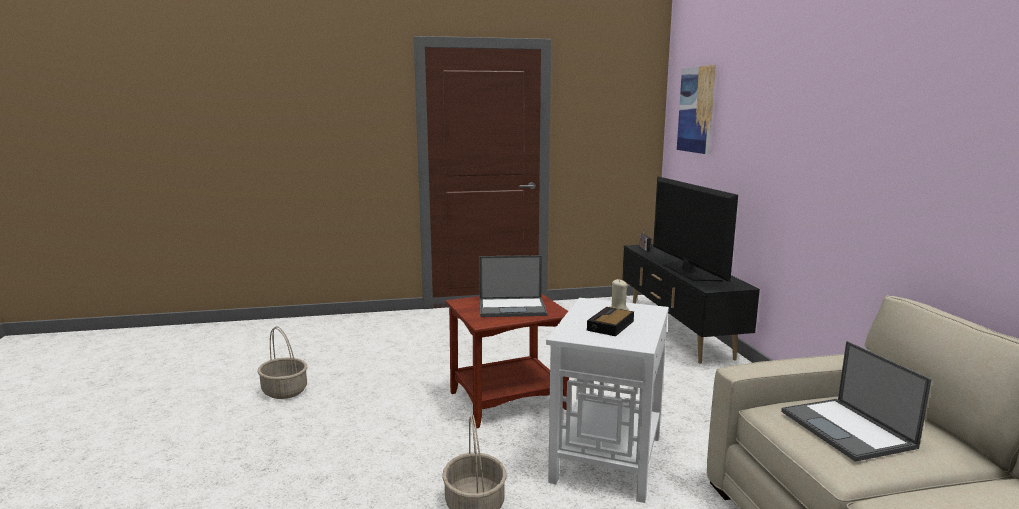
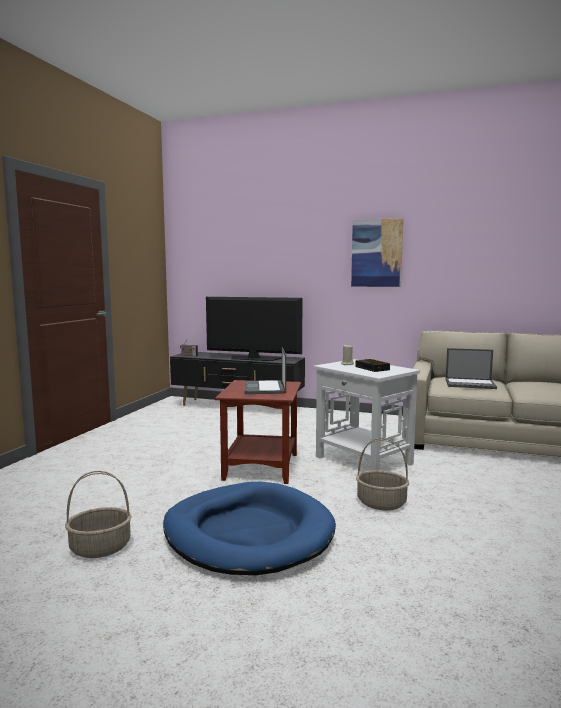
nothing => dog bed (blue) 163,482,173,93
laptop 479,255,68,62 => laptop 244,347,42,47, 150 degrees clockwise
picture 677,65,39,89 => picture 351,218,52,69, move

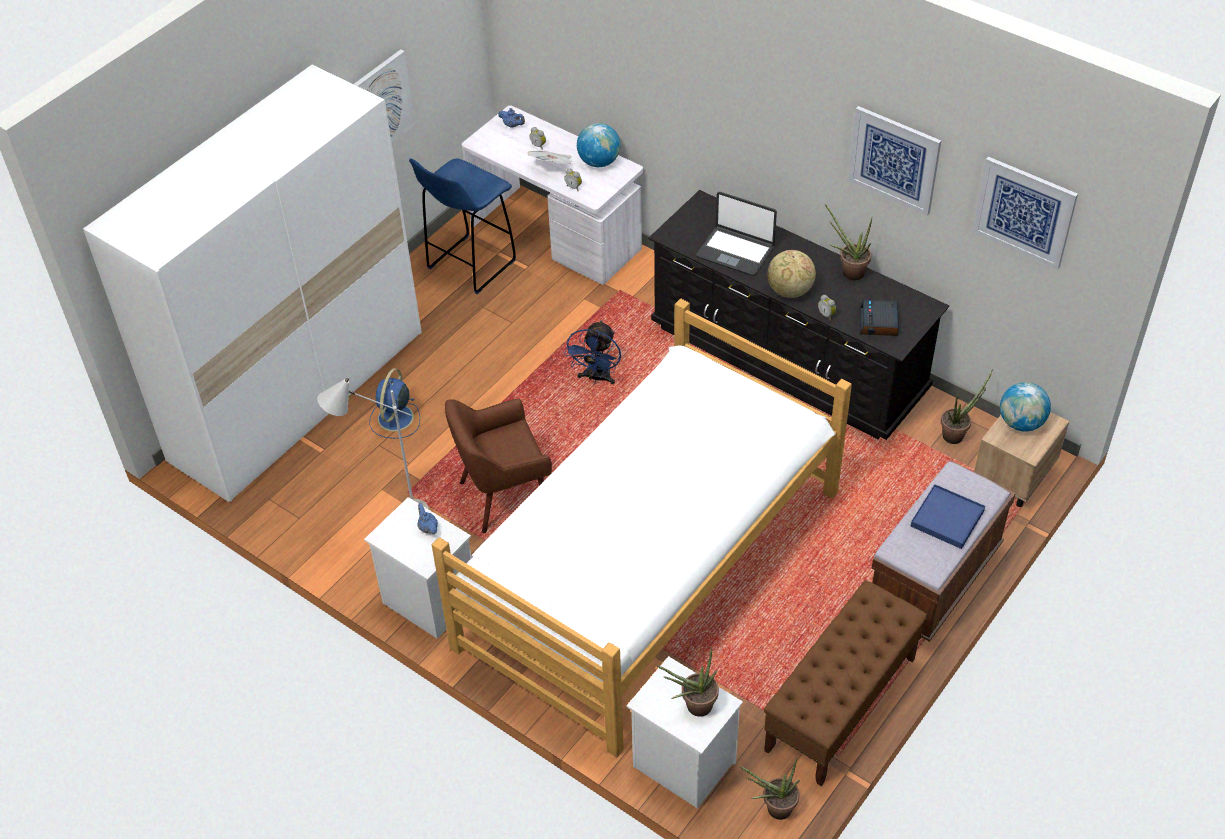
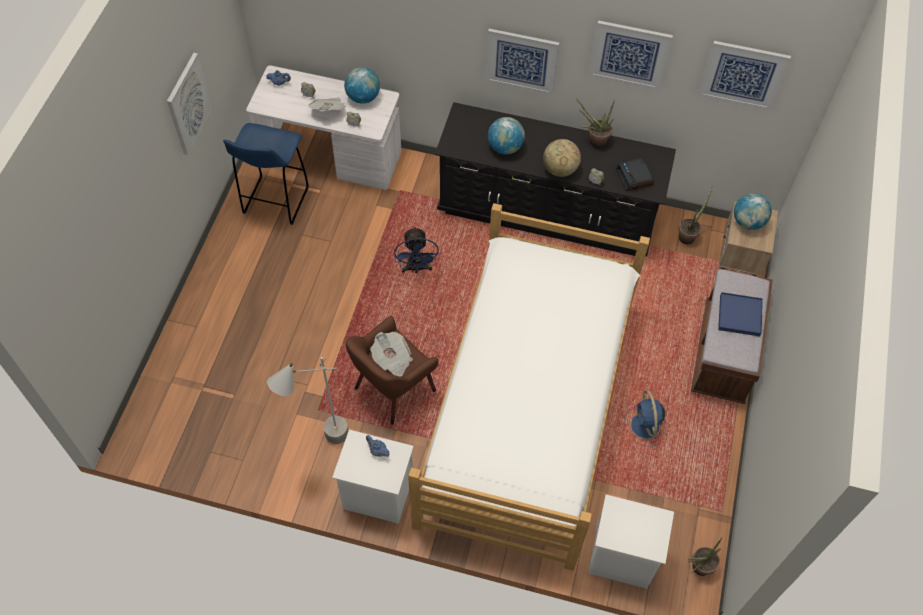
nothing => newspaper 370,332,43,44
nothing => picture 486,29,73,66
laptop 696,192,81,84 => globe 488,117,37,38
fan (blue) 369,368,51,71 => fan (blue) 624,391,43,56, move
wardrobe (white) 83,65,339,437 => nothing
potted plant 657,647,62,70 => nothing
bench (brown) 764,580,164,206 => nothing

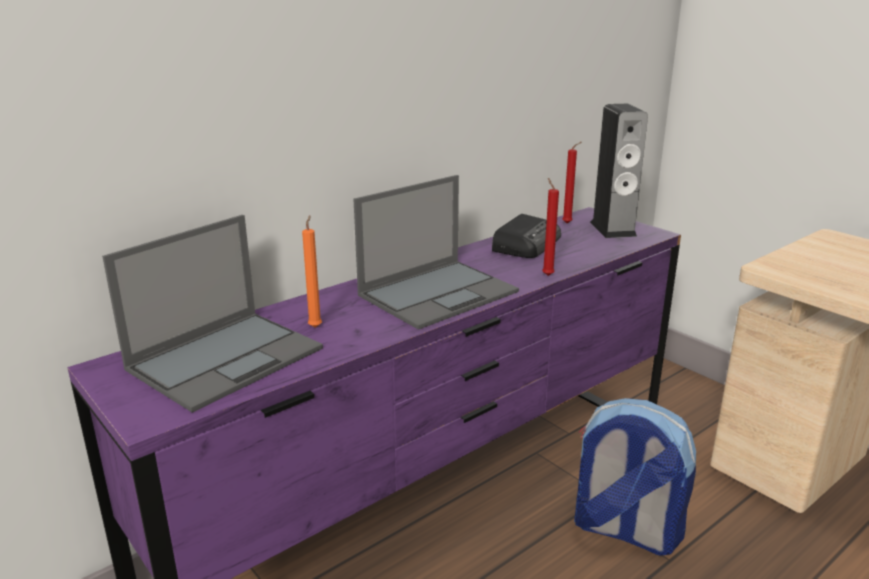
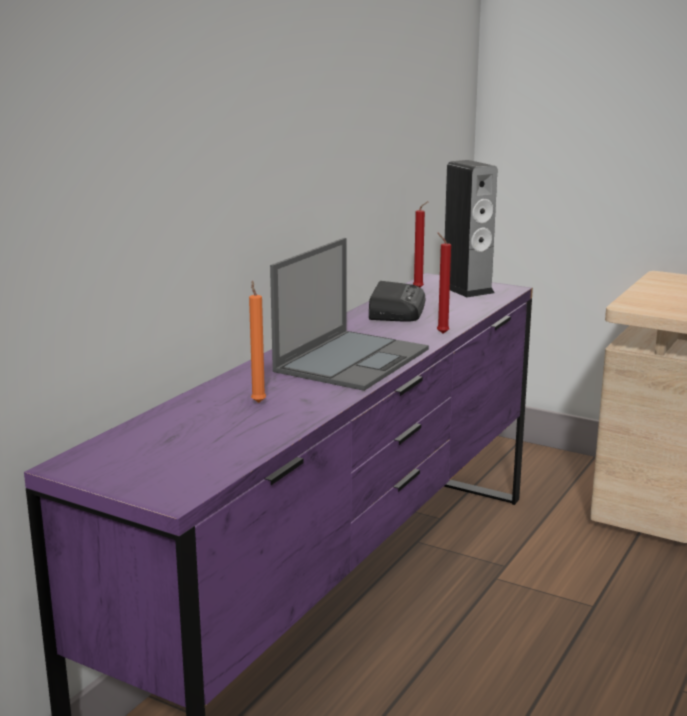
laptop 102,215,221,198 => nothing
backpack 574,398,122,158 => nothing

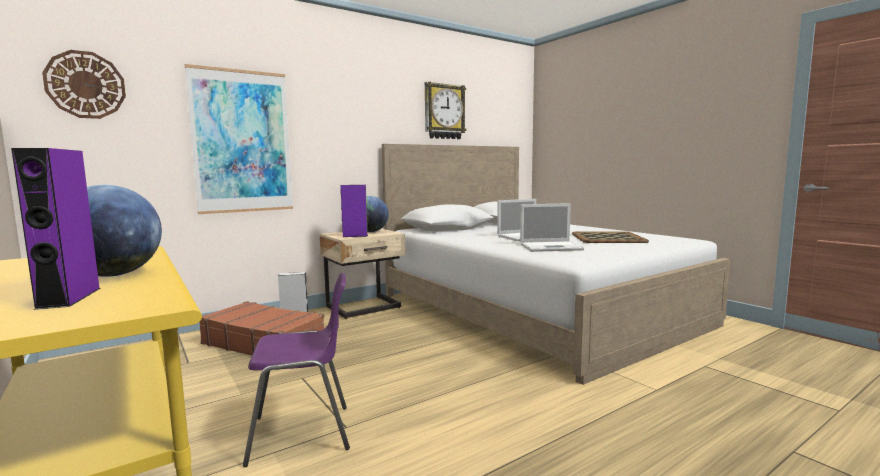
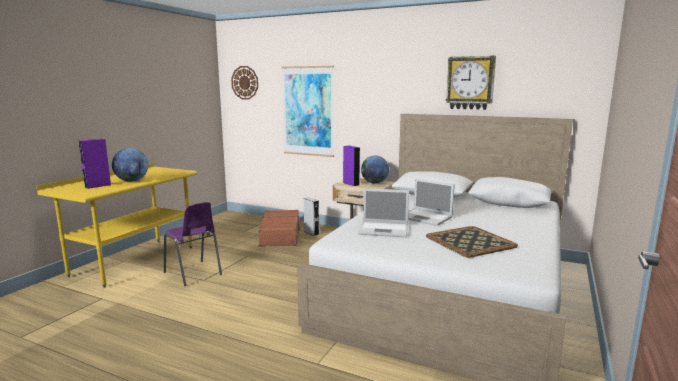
laptop 520,203,64,49 => laptop 358,188,51,49, 45 degrees counterclockwise

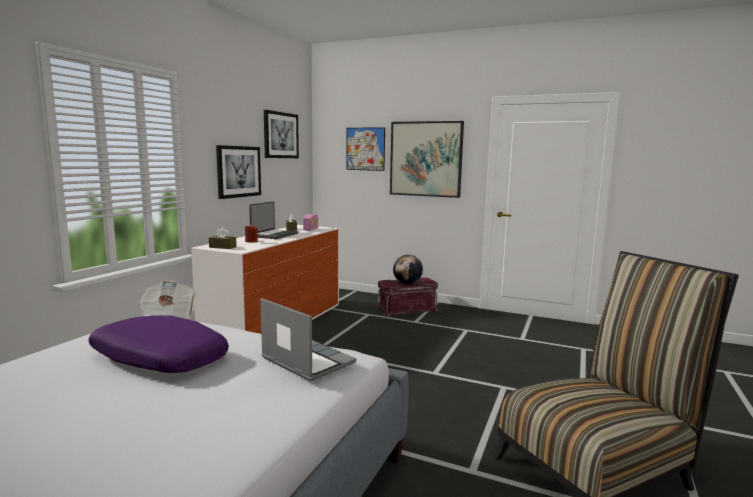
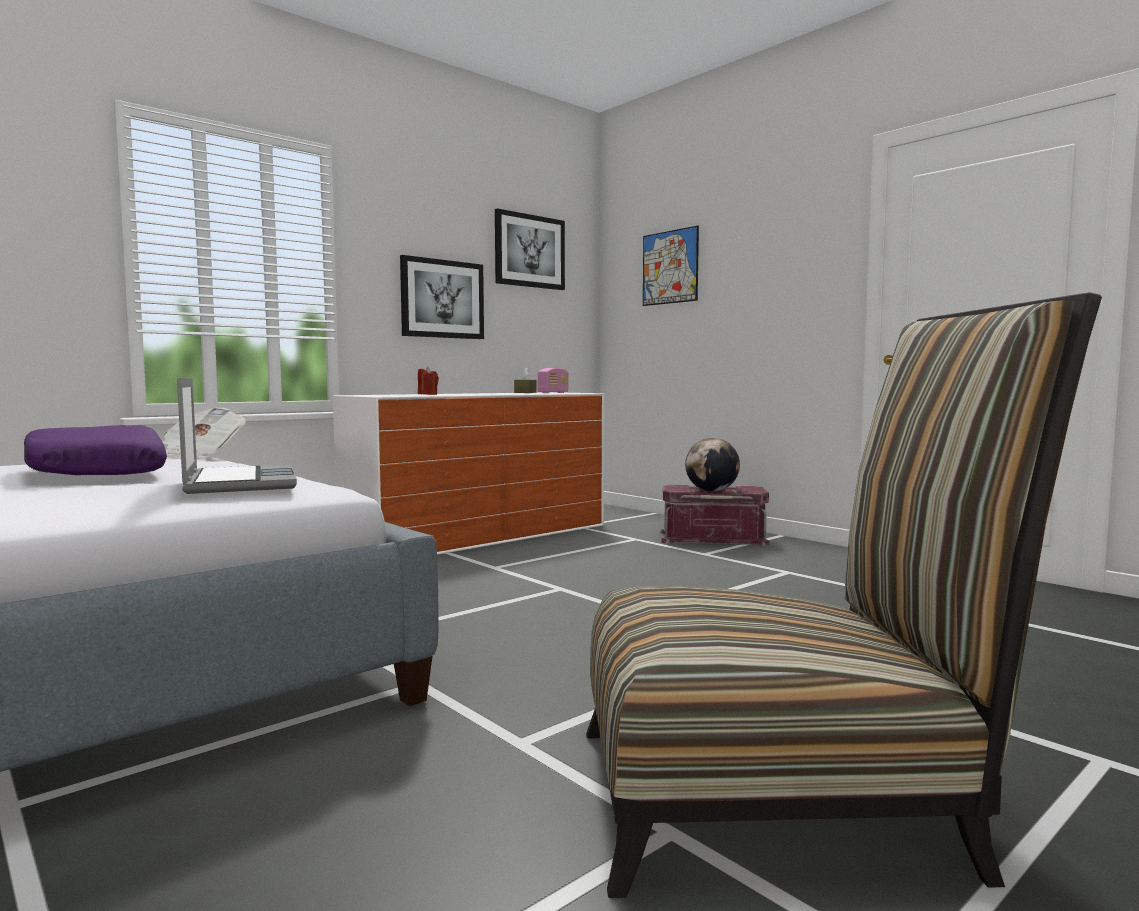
tissue box (brown) 209,227,28,22 => nothing
laptop 249,201,49,38 => nothing
picture 390,121,74,77 => nothing

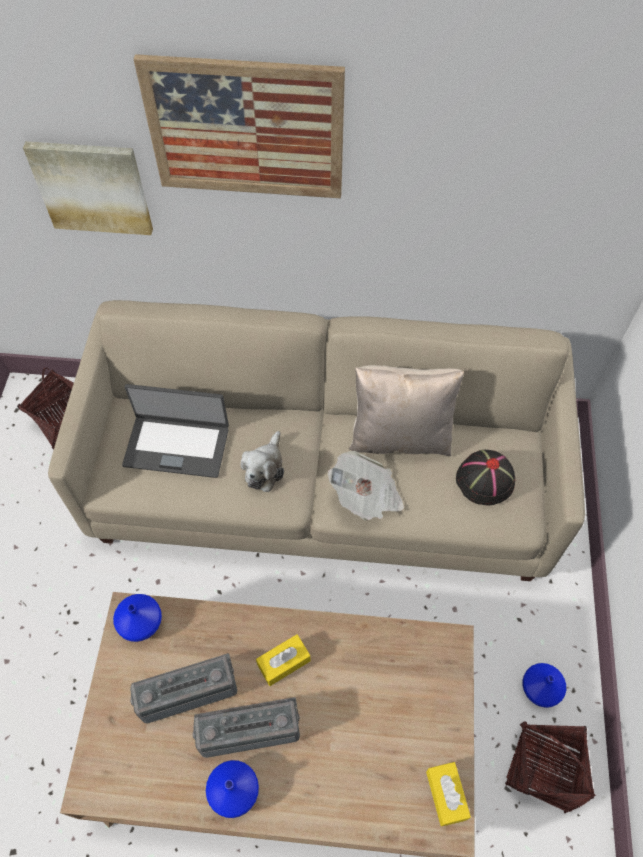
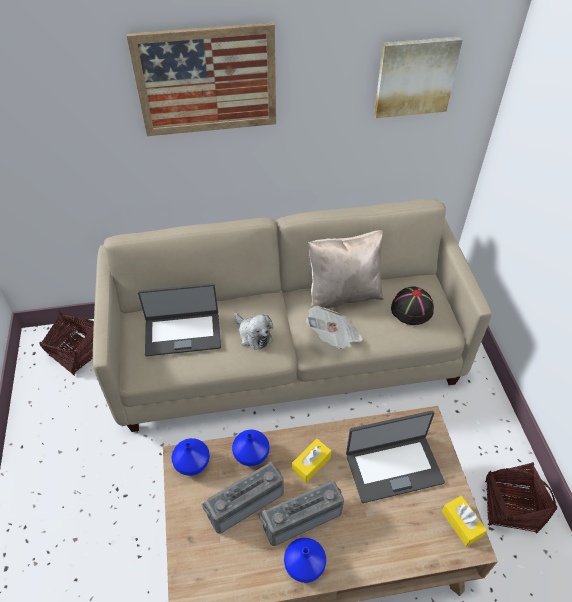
vase (blue) 523,663,43,45 => vase (blue) 232,429,38,38, move
plush toy 241,431,43,61 => plush toy 234,313,39,37, 45 degrees counterclockwise
nothing => laptop 346,410,99,93
picture 23,141,130,94 => picture 374,37,89,81, move

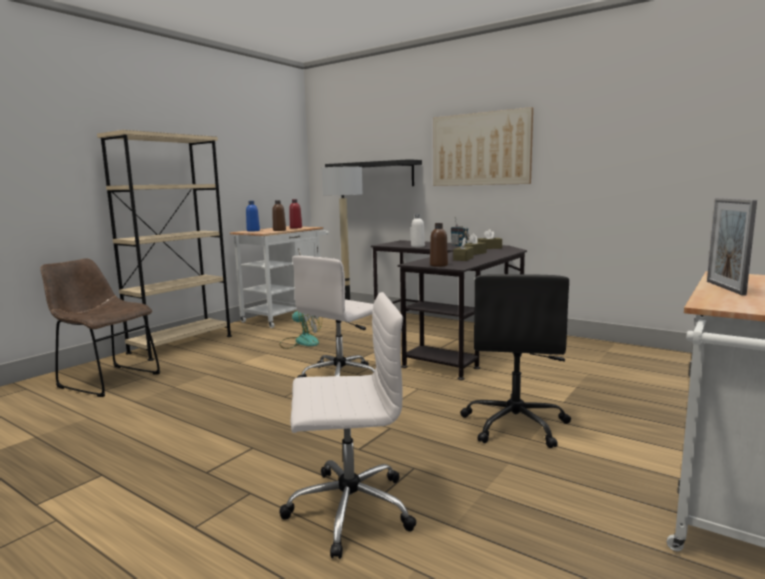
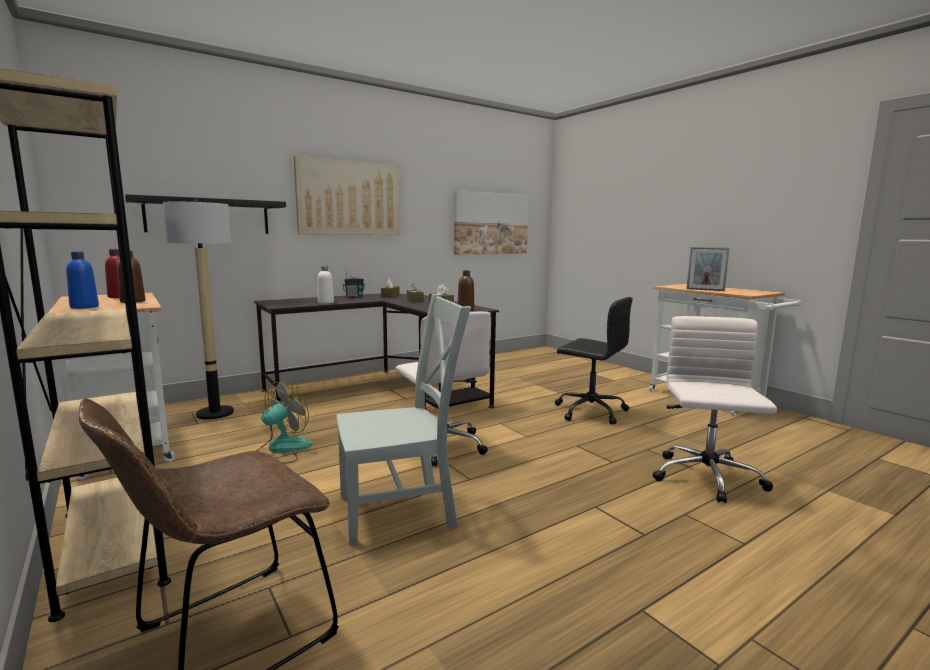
nothing => chair (grey) 336,294,135,252
nothing => picture 454,190,75,64

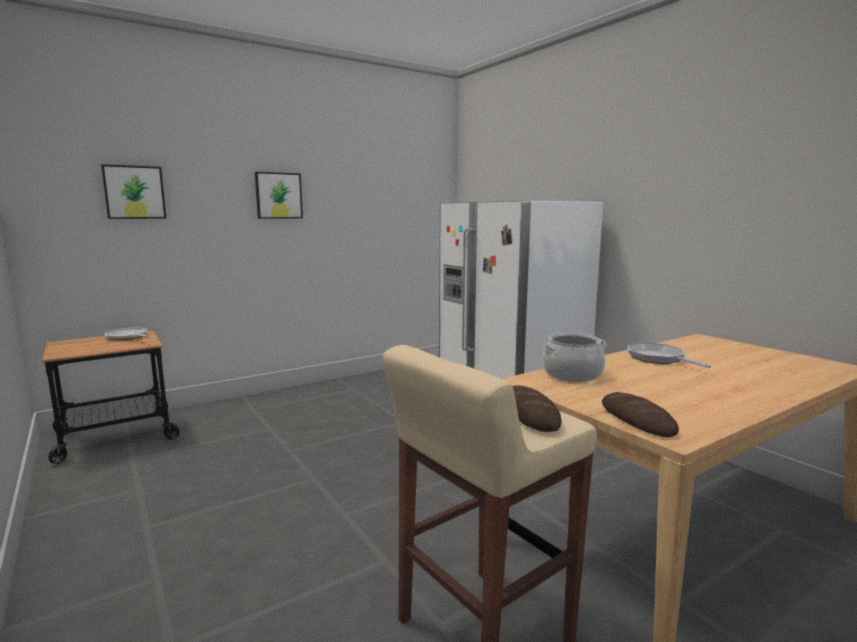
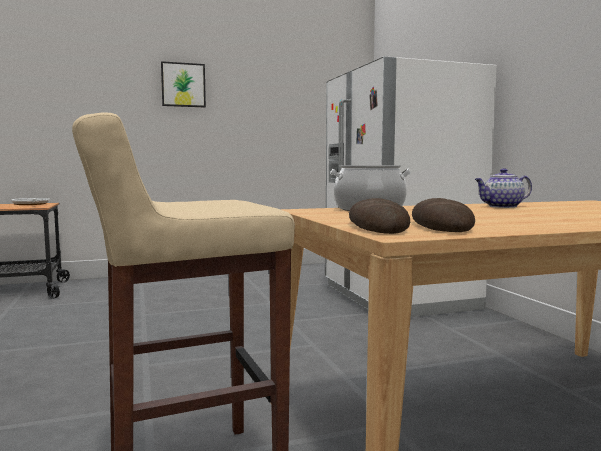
bread 513,385,49,47 => bread 412,198,63,34, move
frying pan 628,343,83,25 => teapot 475,168,57,40
picture 101,164,65,55 => nothing

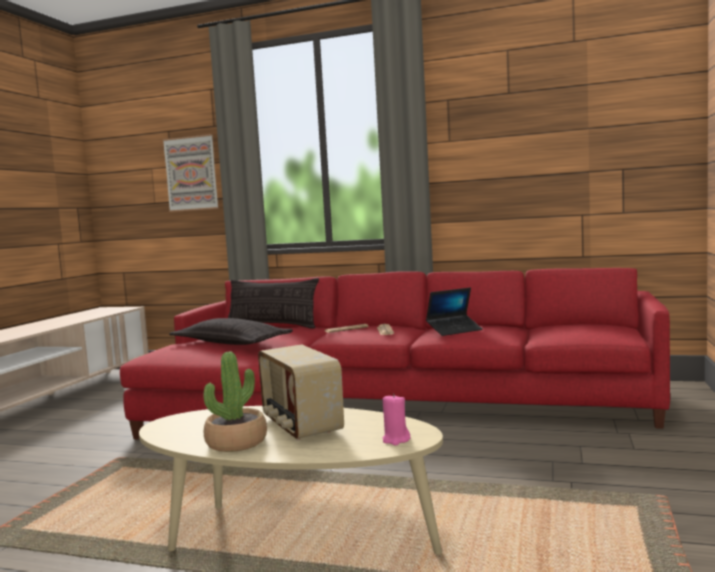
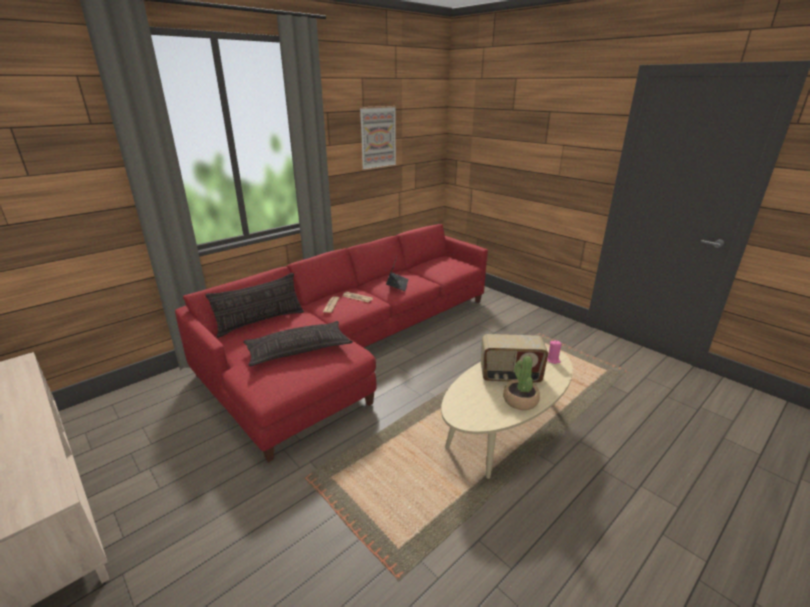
picture 162,134,57,78 => picture 359,106,38,64, move

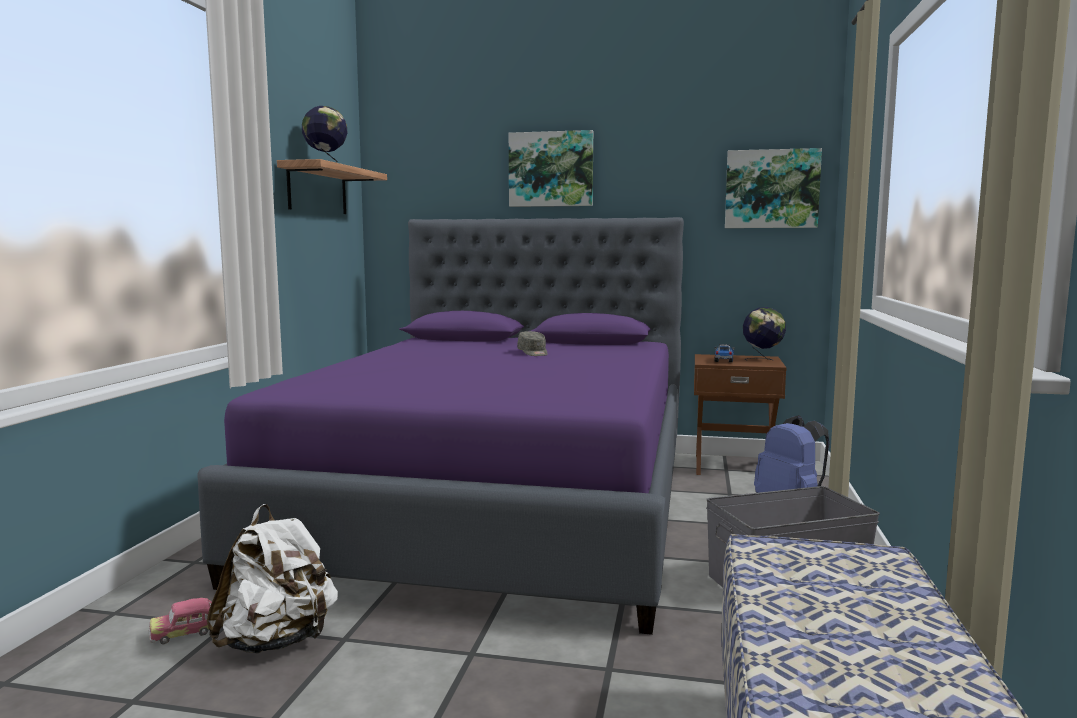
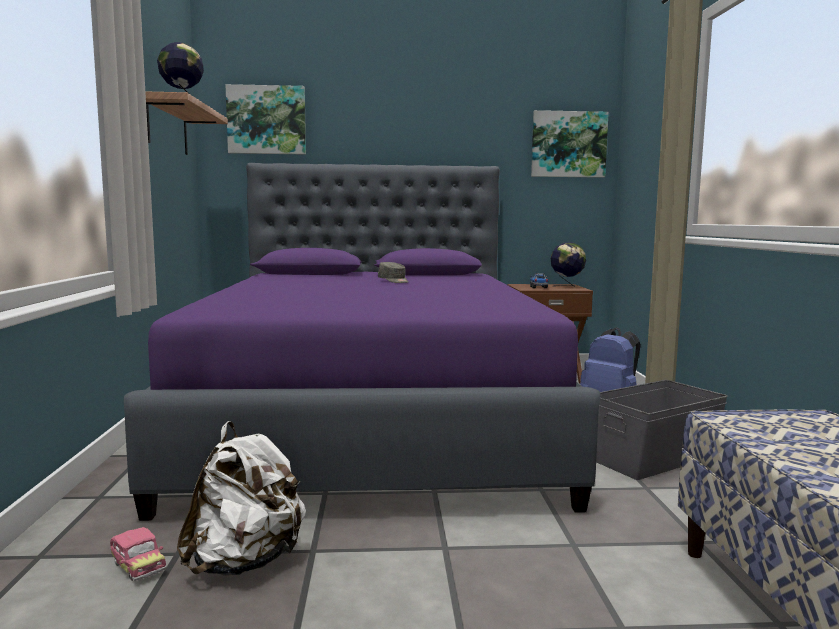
toy car 149,598,63,47 => toy car 110,527,57,54, 90 degrees counterclockwise
picture 509,130,84,77 => picture 225,84,81,71, move

